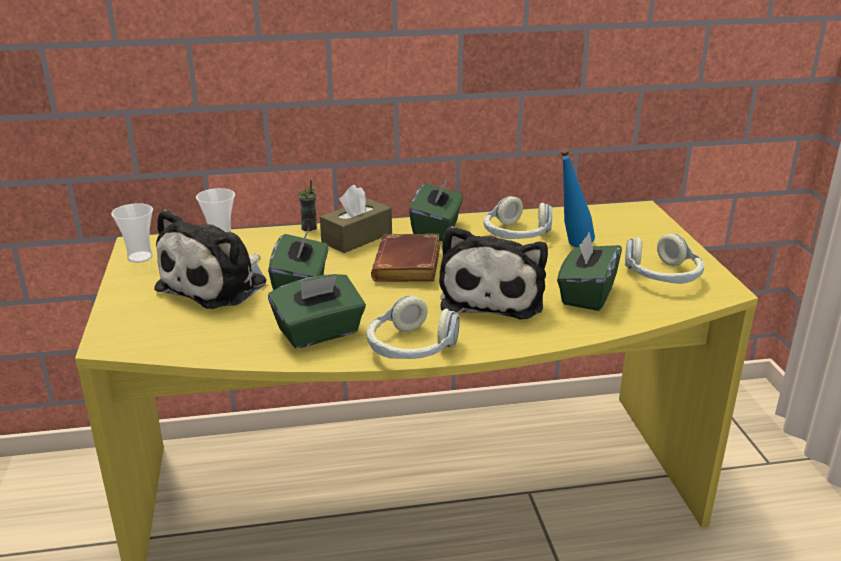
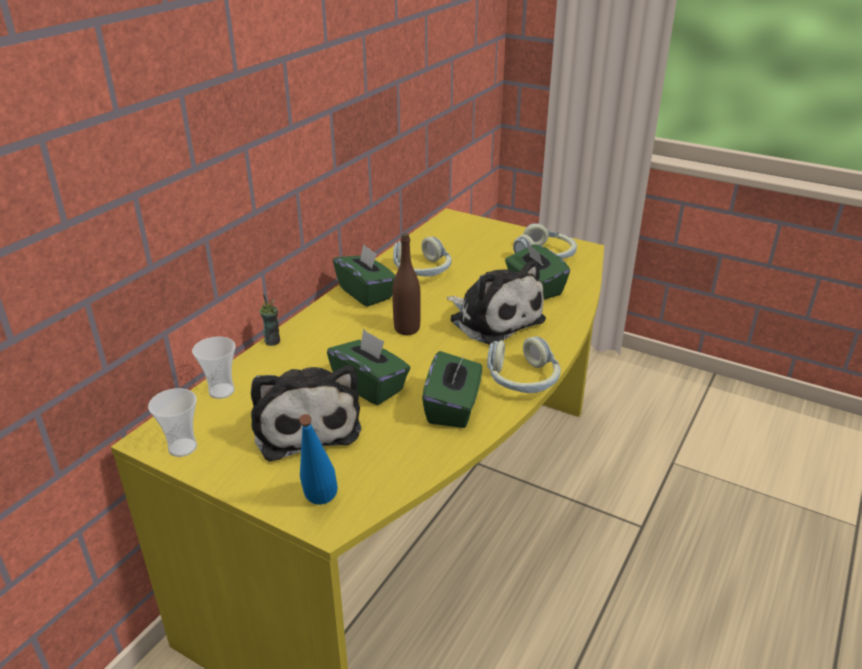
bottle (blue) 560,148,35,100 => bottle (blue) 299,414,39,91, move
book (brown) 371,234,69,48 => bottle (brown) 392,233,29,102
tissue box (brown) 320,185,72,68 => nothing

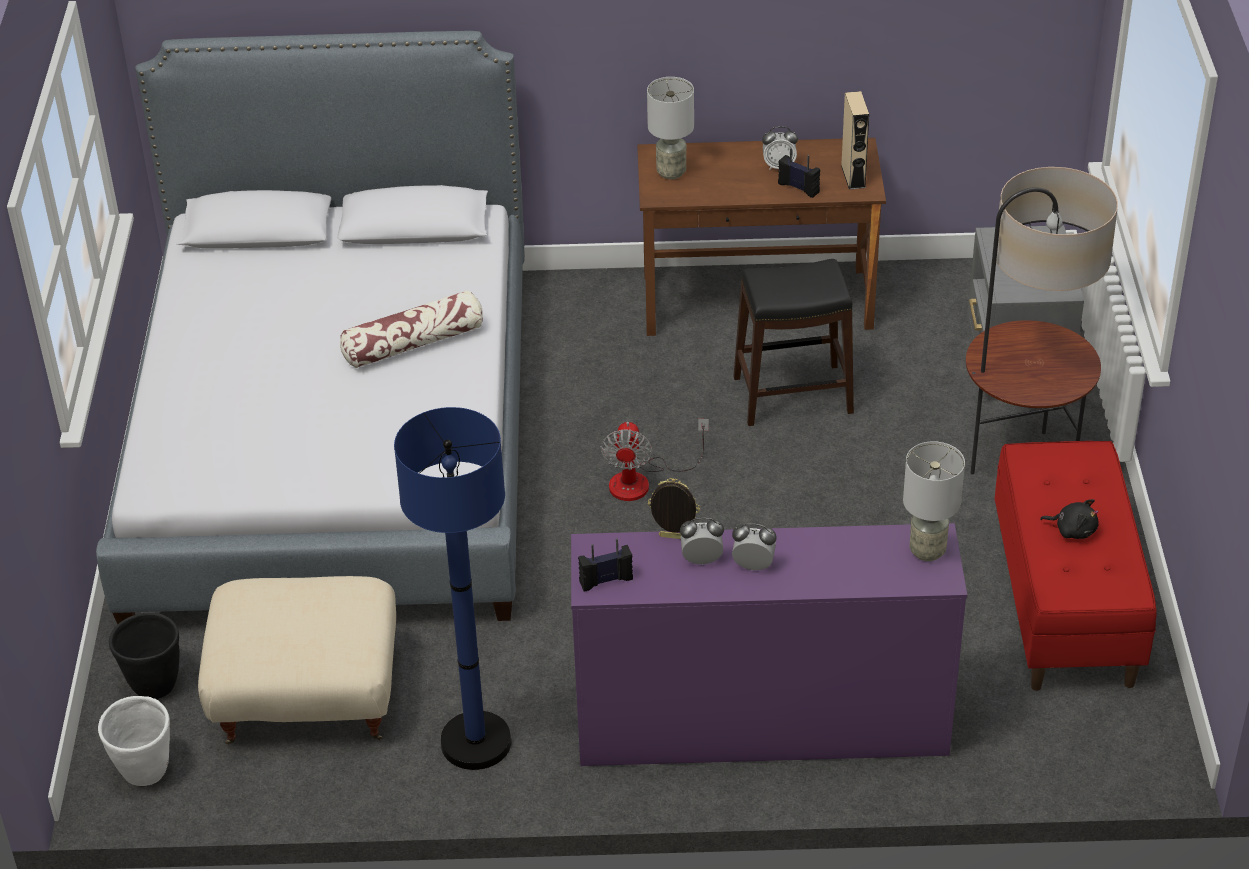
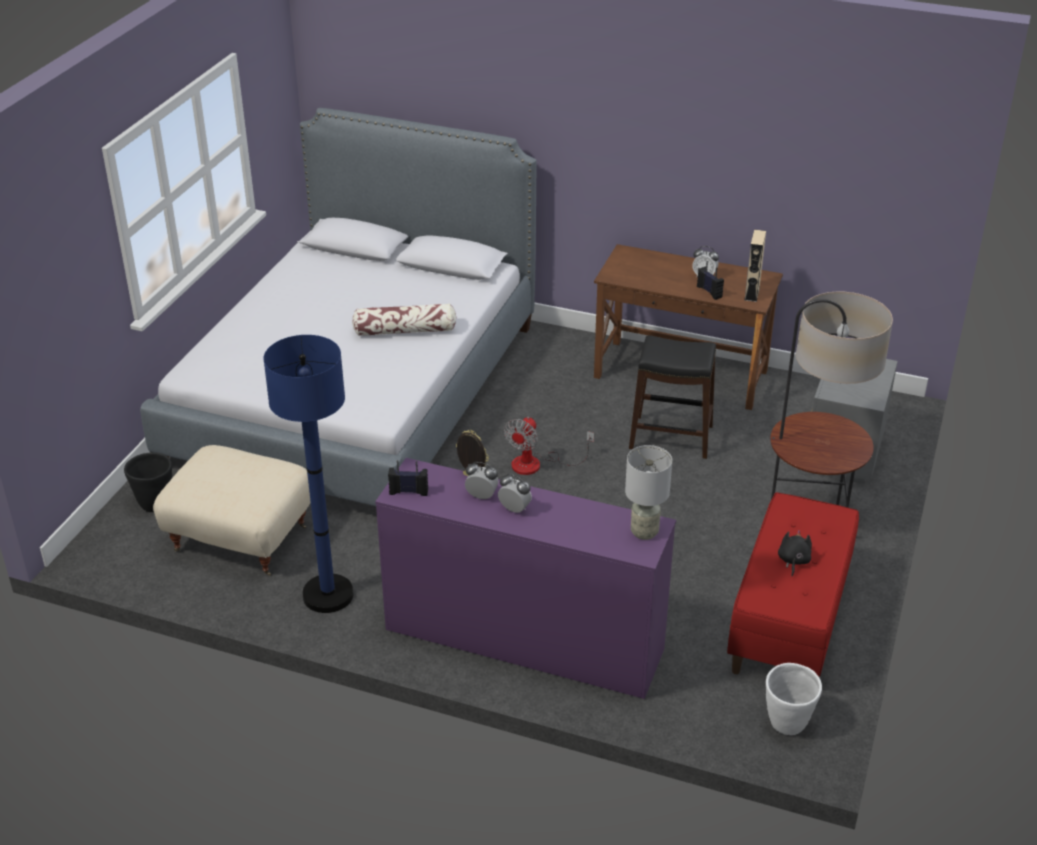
planter (white) 98,696,72,90 => planter (white) 766,663,56,72, move
plush toy (black) 1040,499,59,40 => plush toy (black) 778,530,34,46, 120 degrees counterclockwise
table lamp (grey) 647,77,47,102 => nothing

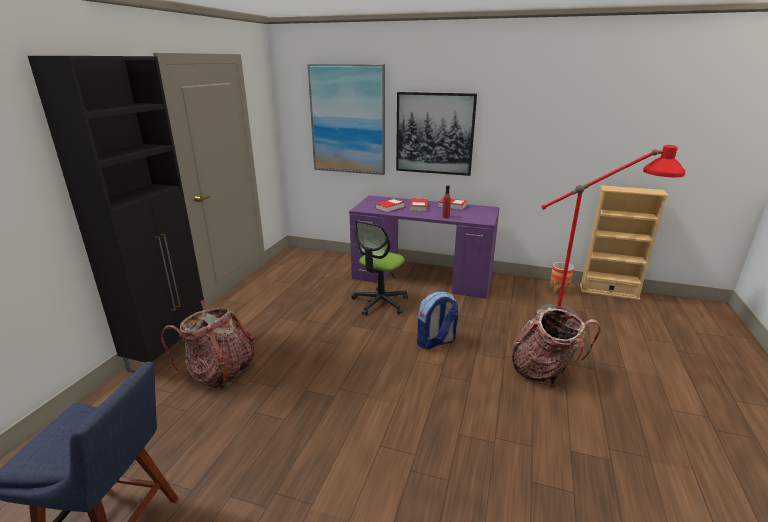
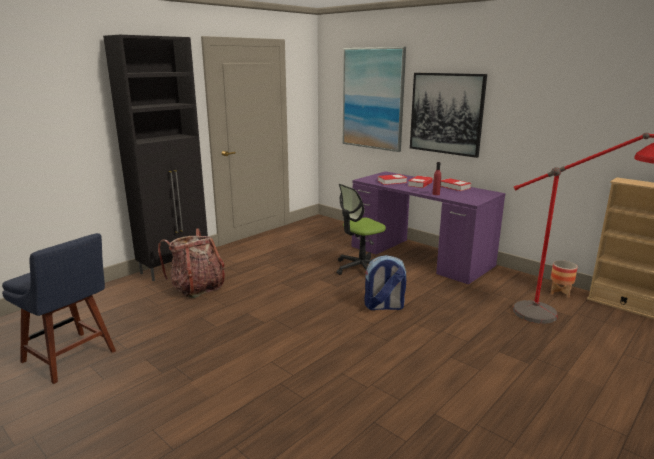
backpack 512,307,88,81 => nothing

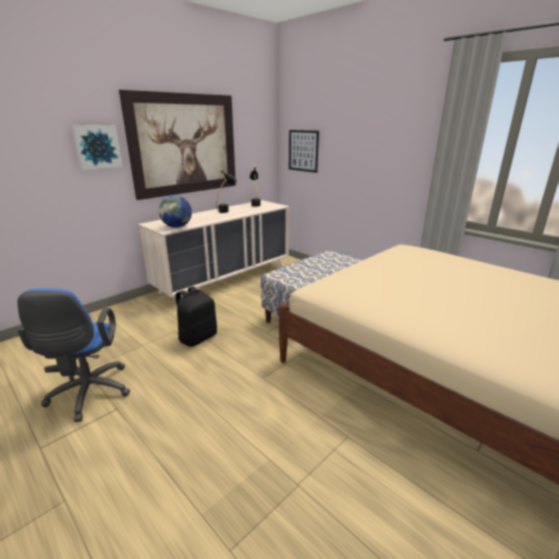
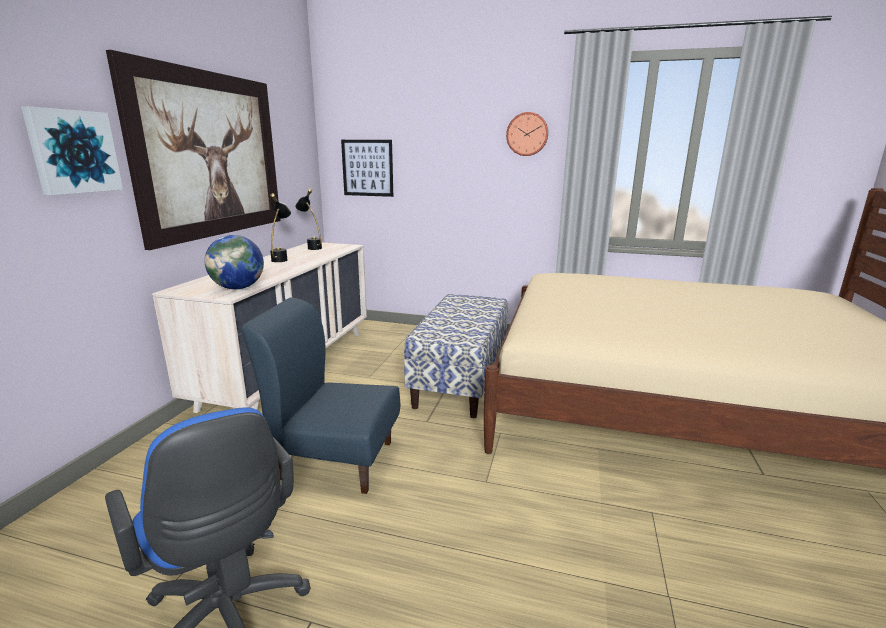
backpack (black) 175,286,42,61 => chair (blue) 241,298,159,196
nothing => wall clock 506,112,42,44

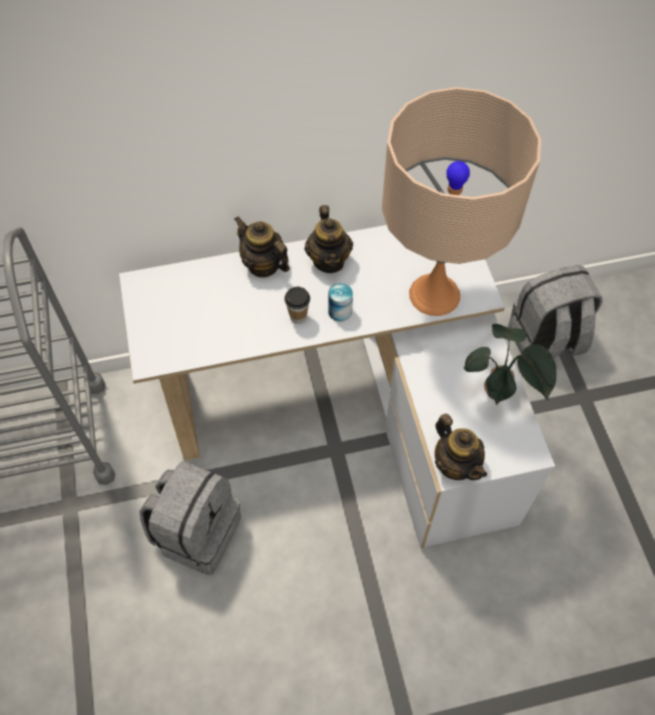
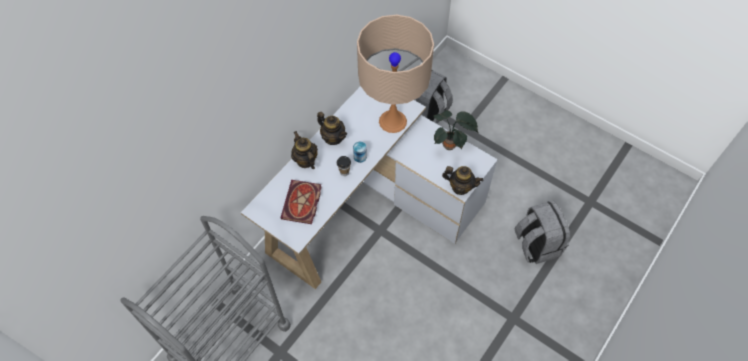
nothing => book 281,180,41,44
teapot 234,217,56,61 => teapot 291,131,27,38, 60 degrees clockwise
backpack (grey) 139,461,102,114 => backpack (grey) 515,200,55,64, move

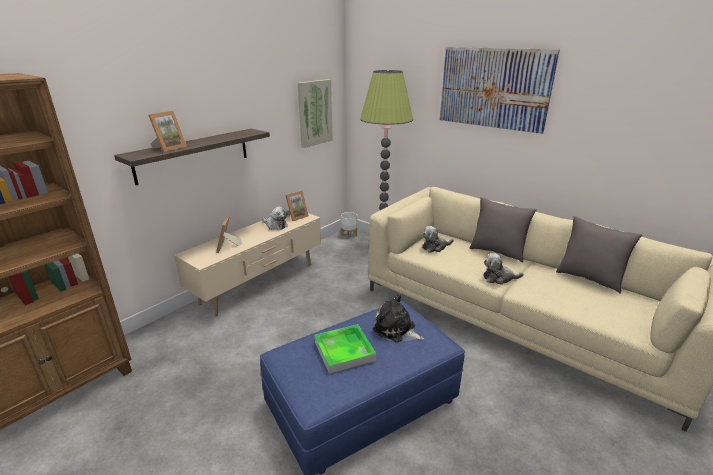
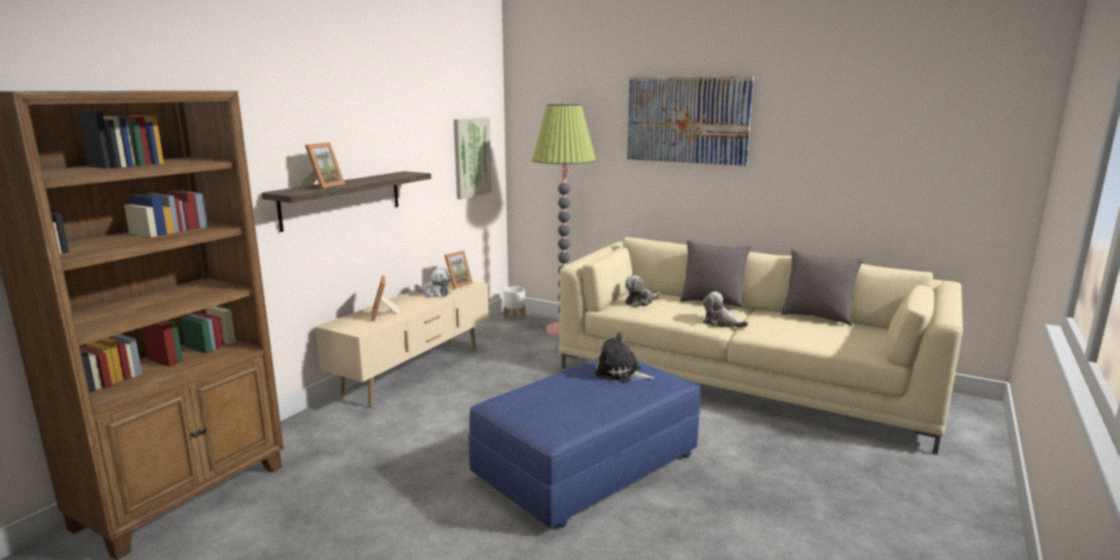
plush toy 483,253,41,32 => plush toy 703,291,45,37, 45 degrees clockwise
tray 314,324,62,50 => nothing

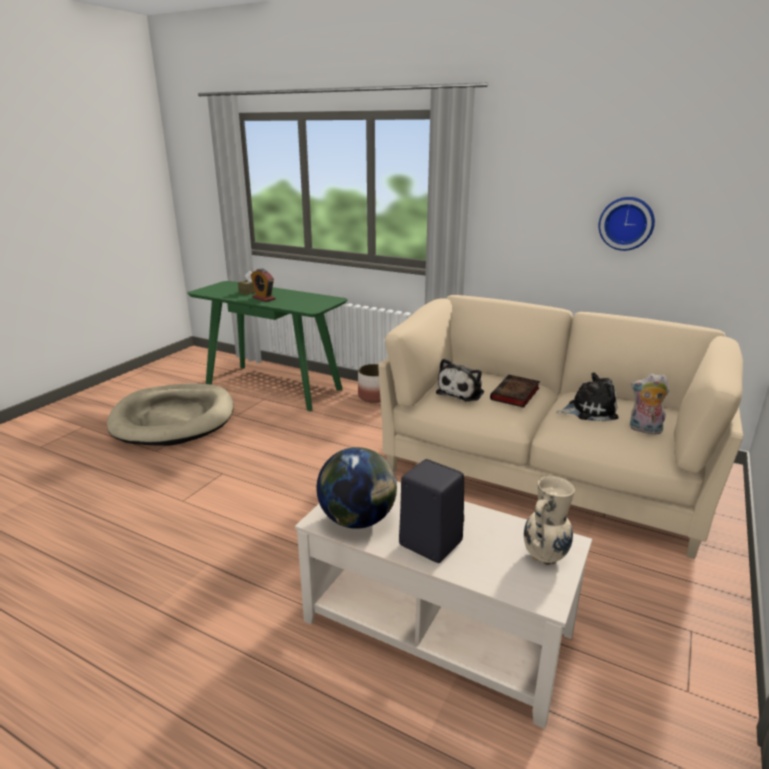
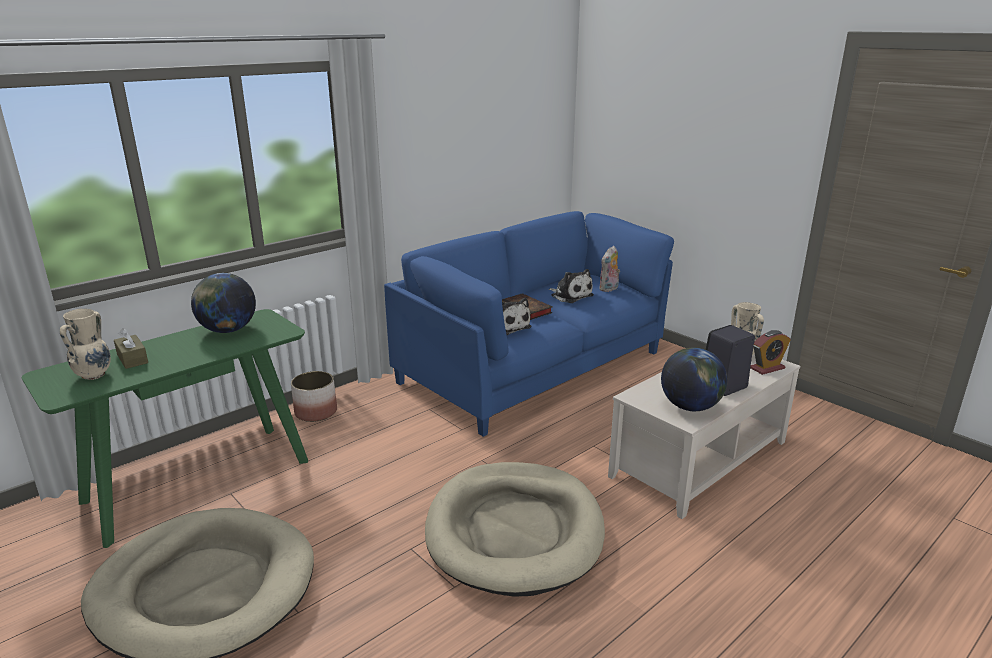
nothing => vase (beige) 60,309,51,71
nothing => globe 191,273,65,60
sofa (beige) 378,295,365,264 => sofa (blue) 384,211,290,226
nothing => dog bed (beige) 425,462,180,134
plush toy 556,372,63,50 => plush toy 548,269,46,34, 120 degrees clockwise
alarm clock 251,269,25,33 => alarm clock 750,330,41,45, move
wall clock 599,197,56,54 => nothing

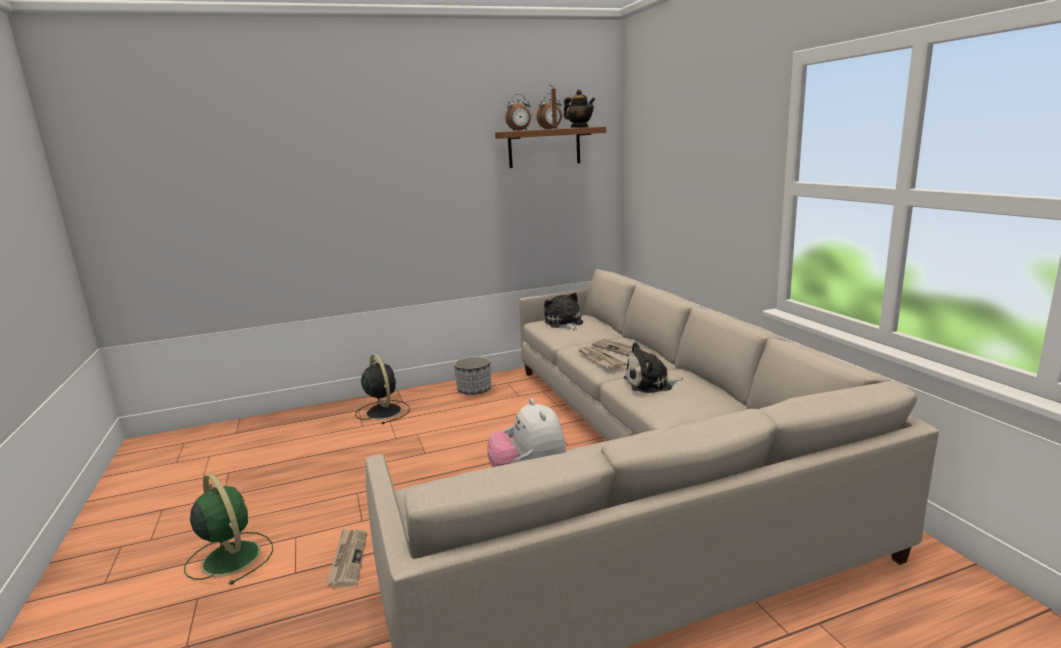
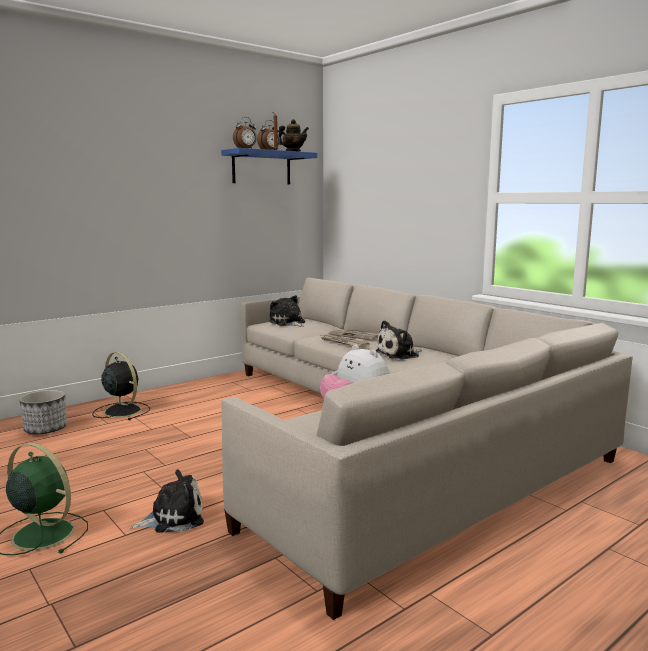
planter 454,356,37,39 => planter 19,390,48,44, move
newspaper 326,529,41,59 => plush toy 130,469,74,64
shelf (brown) 495,127,111,41 => shelf (blue) 221,148,96,36

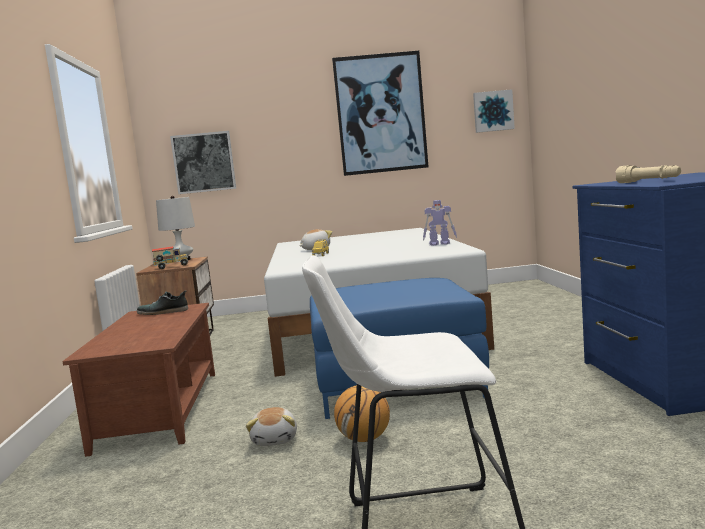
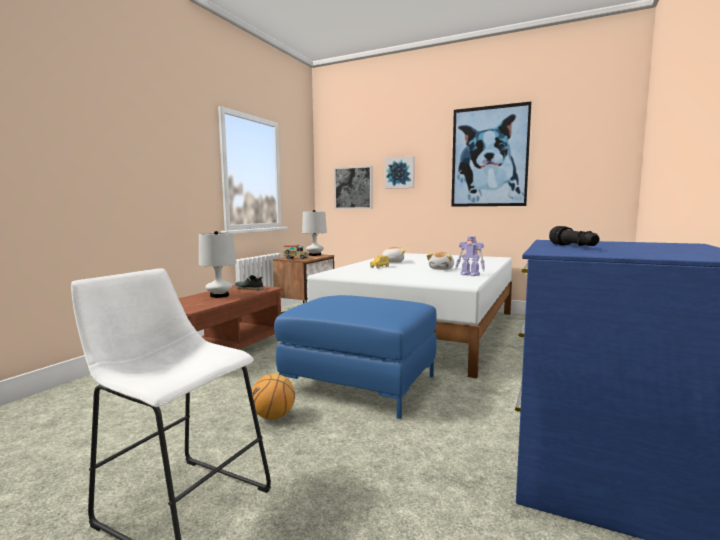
nothing => table lamp (white) 199,231,37,67
picture 473,89,42,44 => picture 385,156,30,33, move
plush toy 246,407,51,39 => plush toy 427,252,27,18, move
flashlight (beige) 615,165,66,18 => flashlight (black) 549,226,51,20

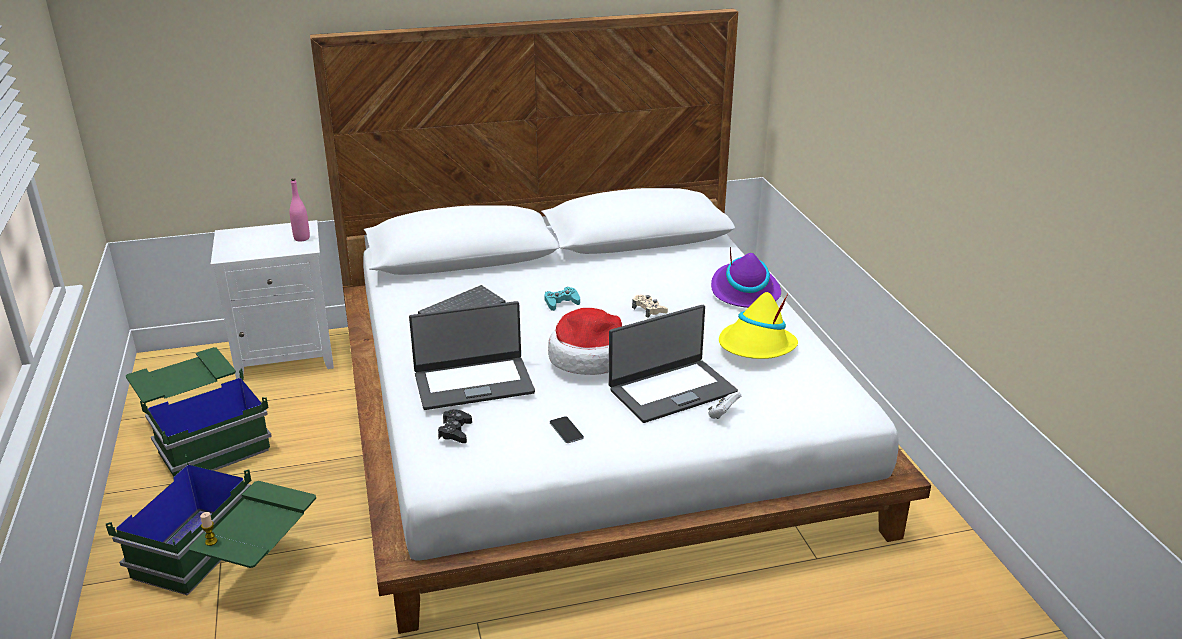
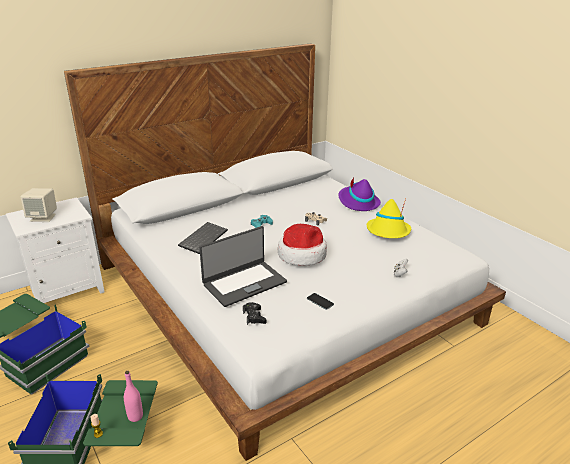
nothing => speaker (beige) 20,188,37,34
bottle (pink) 290,178,20,63 => bottle (pink) 124,371,19,51, move
laptop 609,305,129,118 => nothing

